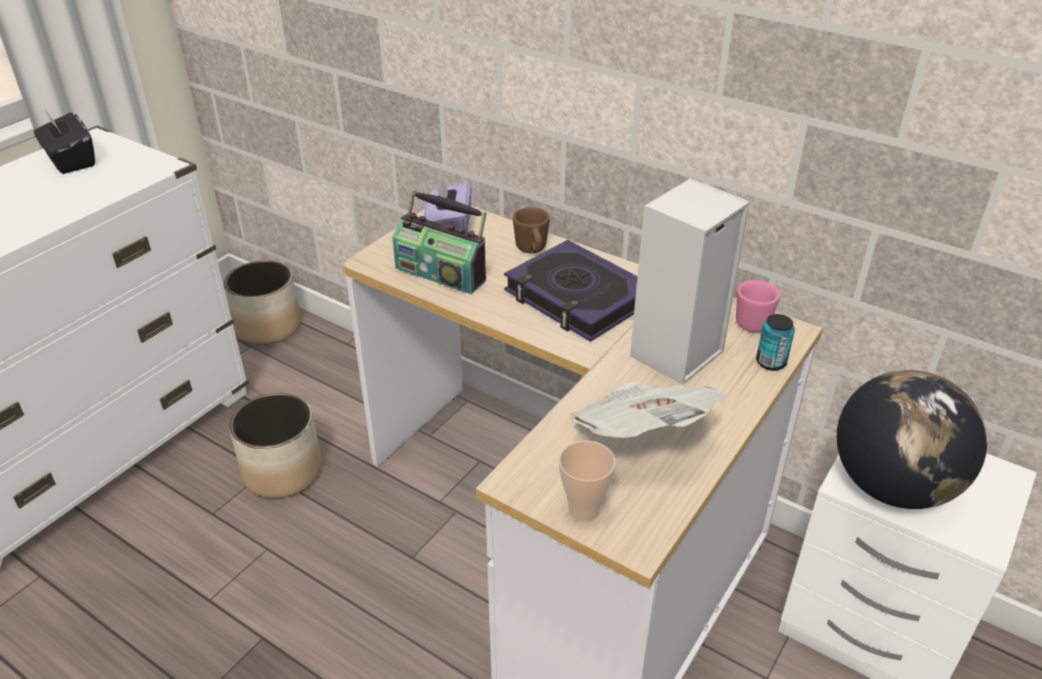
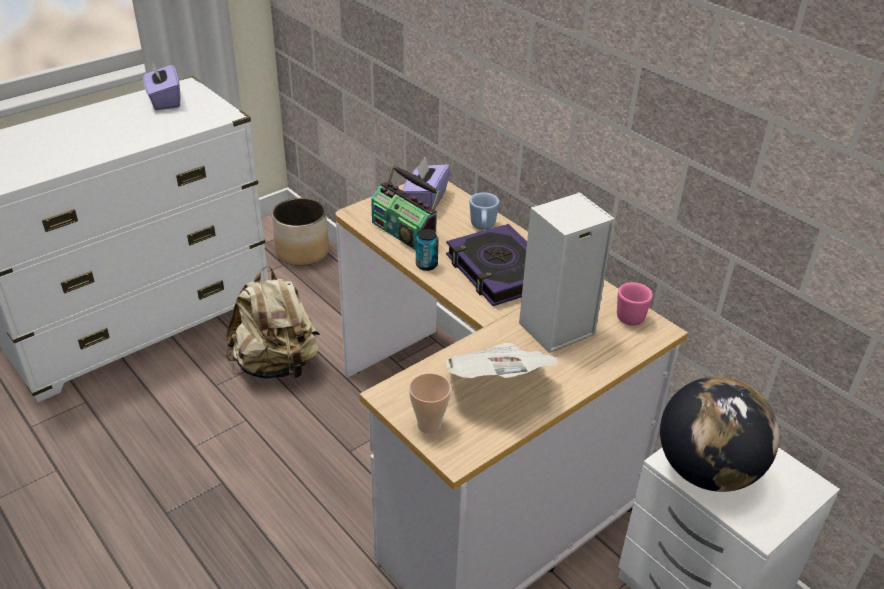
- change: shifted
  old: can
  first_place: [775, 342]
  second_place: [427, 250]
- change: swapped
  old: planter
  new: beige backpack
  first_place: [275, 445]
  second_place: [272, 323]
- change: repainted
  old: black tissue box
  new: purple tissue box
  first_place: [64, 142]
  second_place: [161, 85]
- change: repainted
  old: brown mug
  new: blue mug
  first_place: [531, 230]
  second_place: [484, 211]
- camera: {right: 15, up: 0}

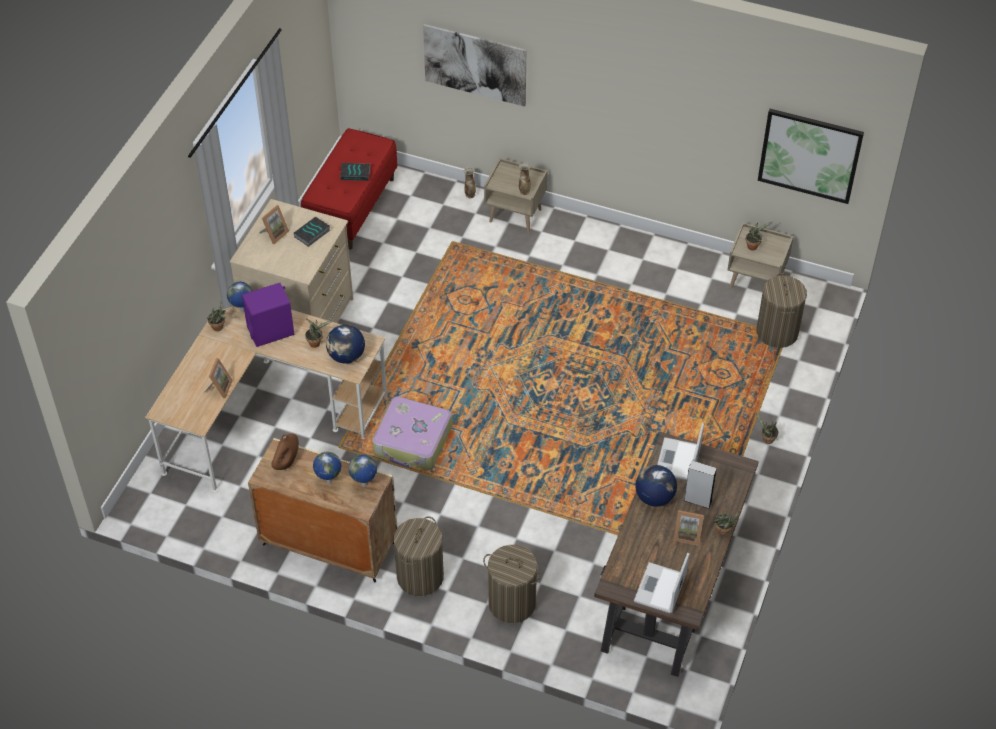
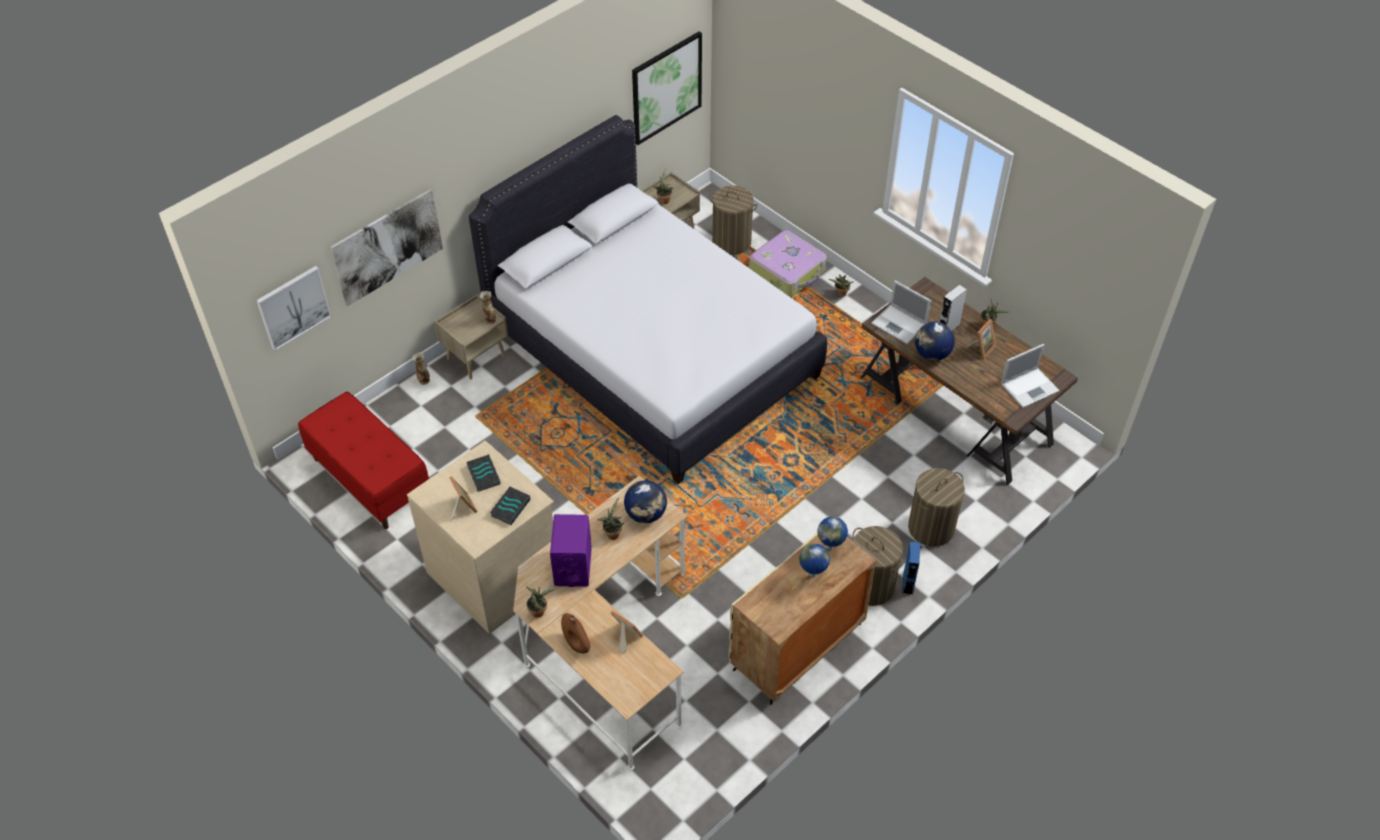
- change: gone
  old: globe
  first_place: [239, 297]
- change: new
  new: picture
  second_place: [294, 308]
- change: new
  new: white bed
  second_place: [647, 299]
- change: new
  new: blue speaker
  second_place: [911, 568]
- change: shifted
  old: brown vase
  first_place: [285, 452]
  second_place: [575, 633]
- change: shifted
  old: book
  first_place: [355, 172]
  second_place: [510, 505]
- change: shifted
  old: suitcase
  first_place: [412, 433]
  second_place: [788, 263]
- change: rotated
  old: laptop
  first_place: [662, 583]
  second_place: [1030, 376]
  degrees: -75
- camera: {right: -65, up: 0}

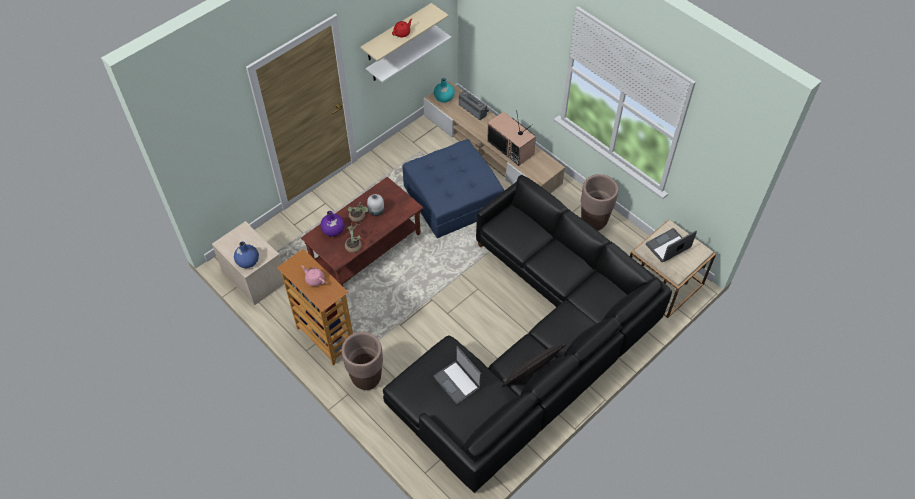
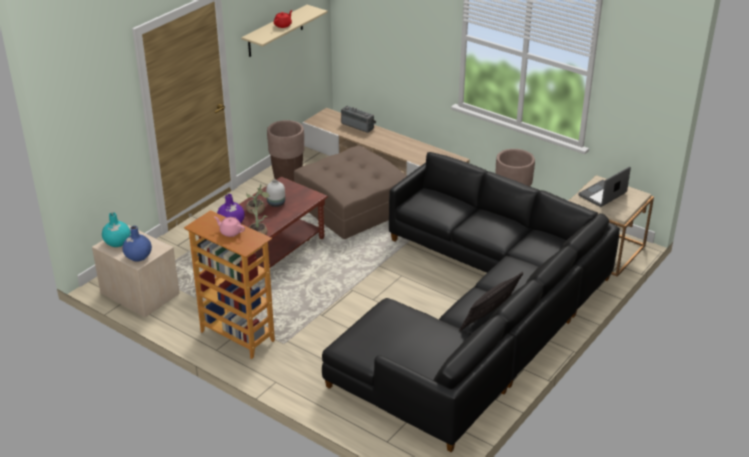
- change: gone
  old: white shelf
  first_place: [408, 54]
- change: gone
  old: laptop
  first_place: [457, 375]
- change: gone
  old: television
  first_place: [511, 138]
- change: shifted
  old: brown planter
  first_place: [362, 361]
  second_place: [285, 151]
- change: shifted
  old: turquoise vase
  first_place: [444, 90]
  second_place: [116, 229]
- change: repainted
  old: blue ottoman
  new: brown ottoman
  first_place: [453, 188]
  second_place: [350, 192]
- camera: {right: -10, up: -20}

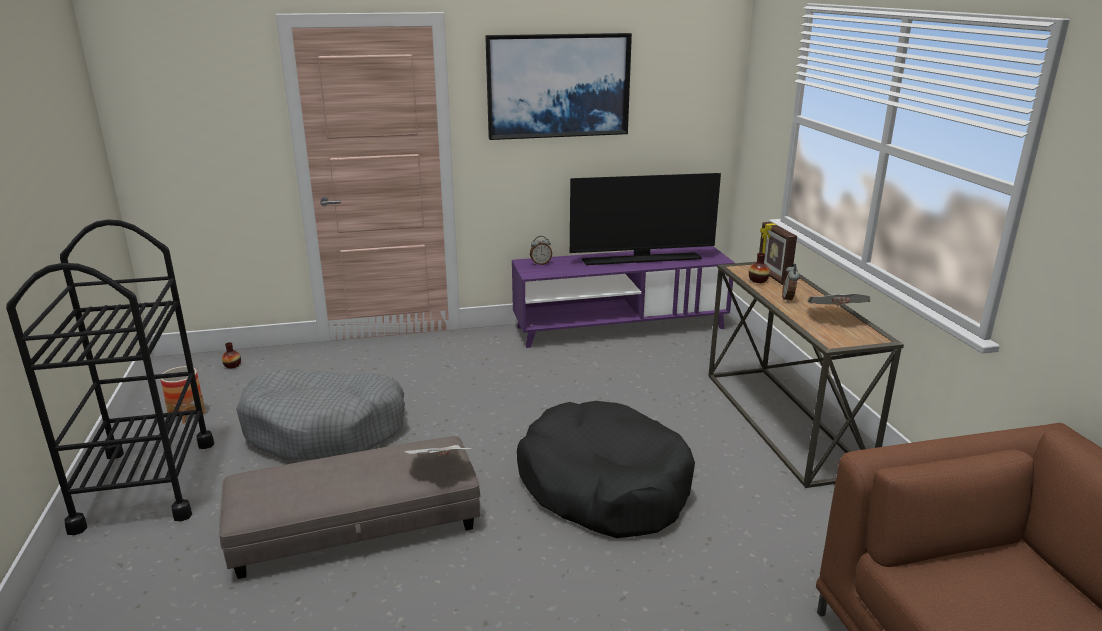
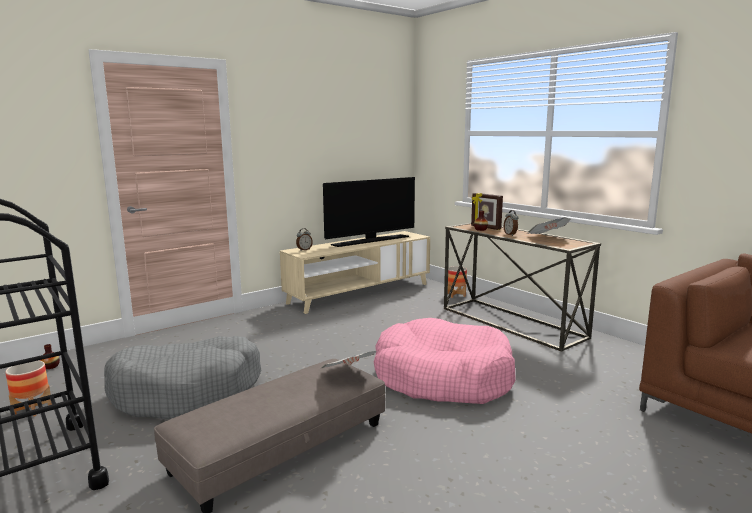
- change: gone
  old: picture
  first_place: [558, 86]
- change: new
  new: planter
  second_place: [457, 282]
- change: repainted
  old: purple tv stand
  new: beige tv stand
  first_place: [623, 297]
  second_place: [355, 272]
- change: repainted
  old: black dog bed
  new: pink dog bed
  first_place: [606, 469]
  second_place: [445, 361]
- camera: {right: -25, up: -10}

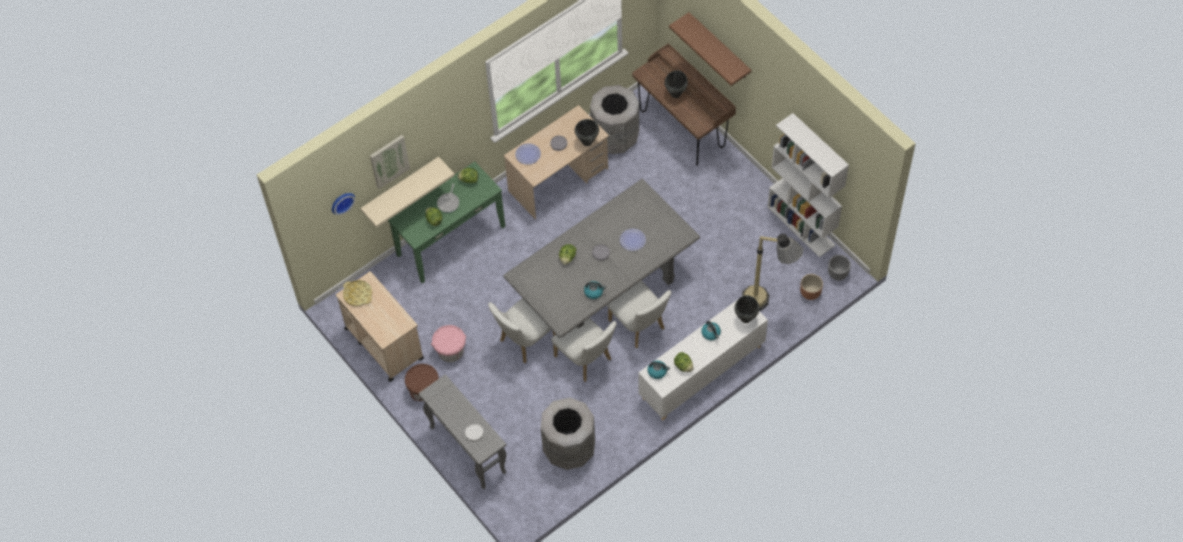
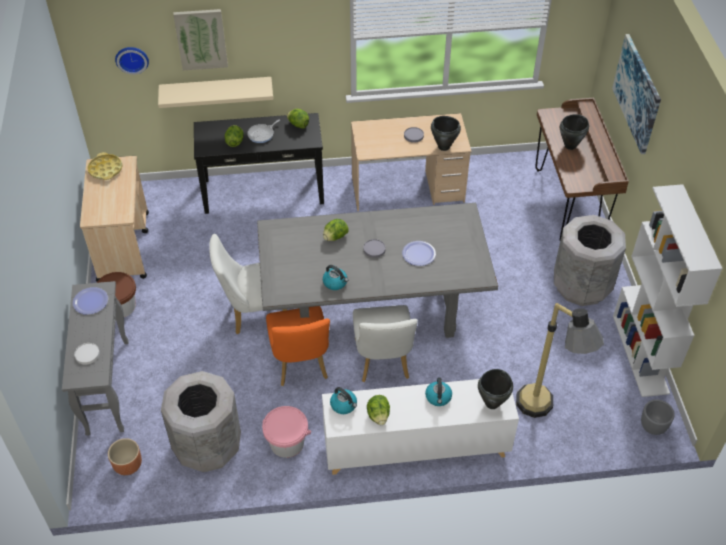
- change: shifted
  old: pink bucket
  first_place: [448, 343]
  second_place: [286, 432]
- change: shifted
  old: plate
  first_place: [528, 154]
  second_place: [90, 301]
- change: shifted
  old: grey trash can
  first_place: [614, 119]
  second_place: [590, 260]
- change: shifted
  old: brown planter
  first_place: [811, 287]
  second_place: [125, 456]
- change: swapped
  old: brown shelf
  new: picture
  first_place: [710, 49]
  second_place: [636, 94]
- change: repainted
  old: green console table
  new: black console table
  first_place: [446, 222]
  second_place: [259, 163]
- change: repainted
  old: white chair
  new: orange chair
  first_place: [583, 350]
  second_place: [298, 346]
- camera: {right: 30, up: -10}

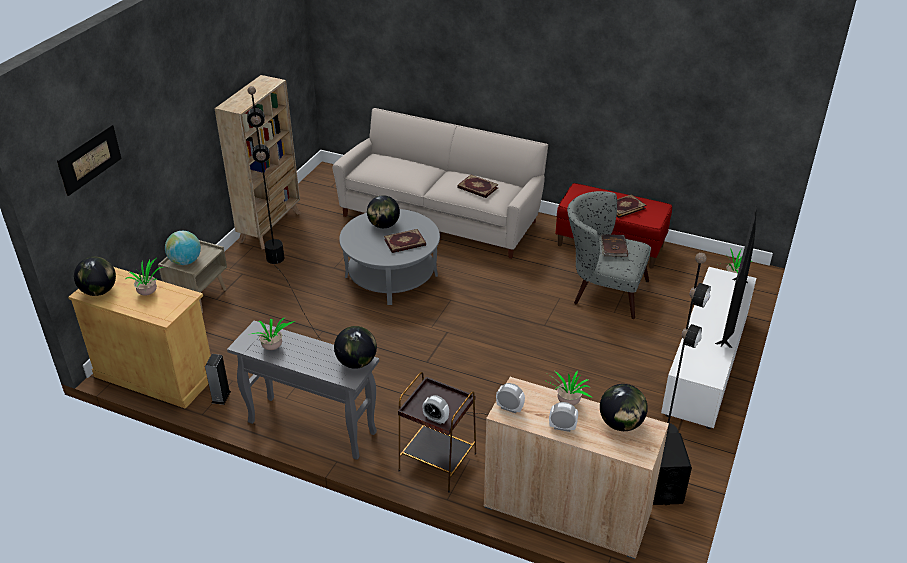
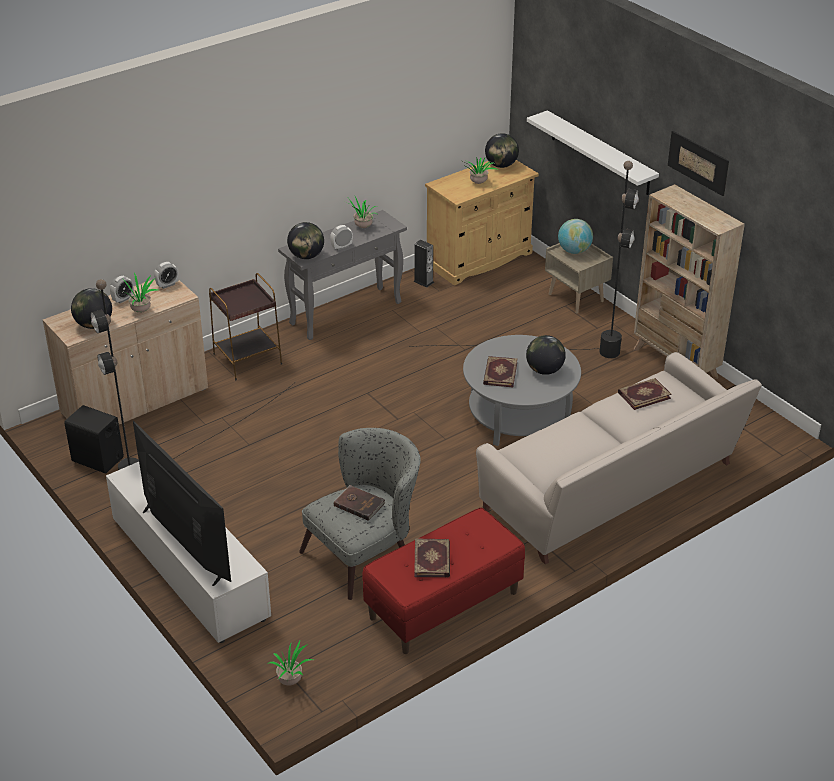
- change: new
  new: white shelf
  second_place: [593, 152]
- change: shifted
  old: picture
  first_place: [89, 160]
  second_place: [698, 163]
- change: shifted
  old: alarm clock
  first_place: [435, 409]
  second_place: [341, 237]
- change: shifted
  old: book
  first_place: [478, 186]
  second_place: [645, 394]
- camera: {right: 120, up: 0}

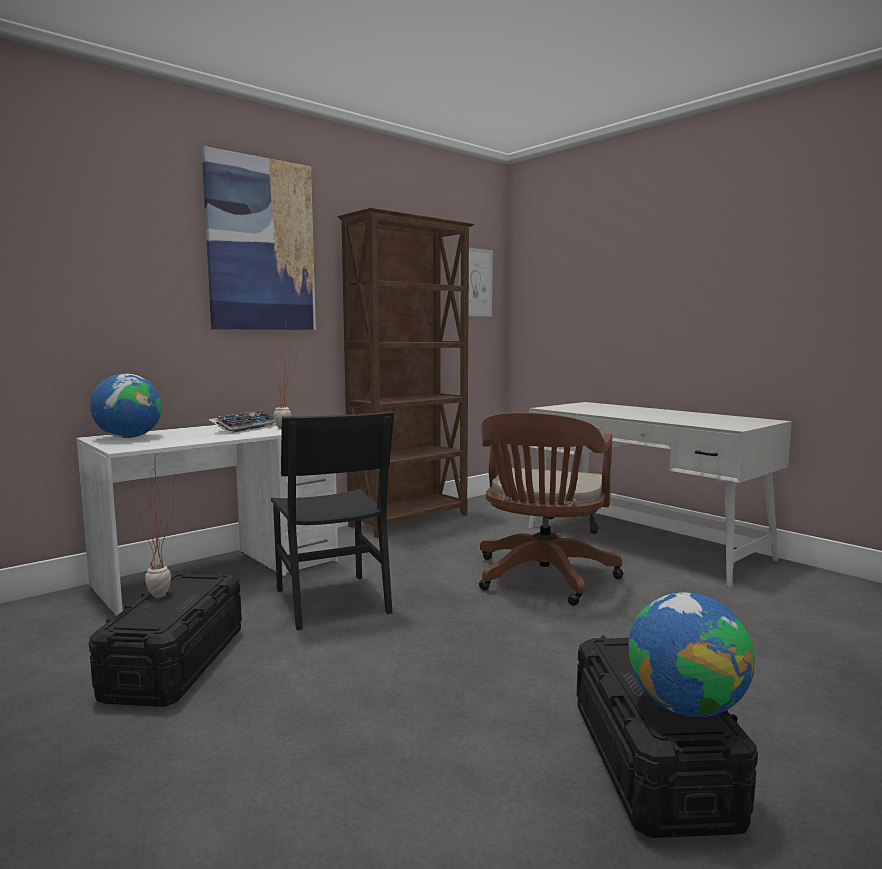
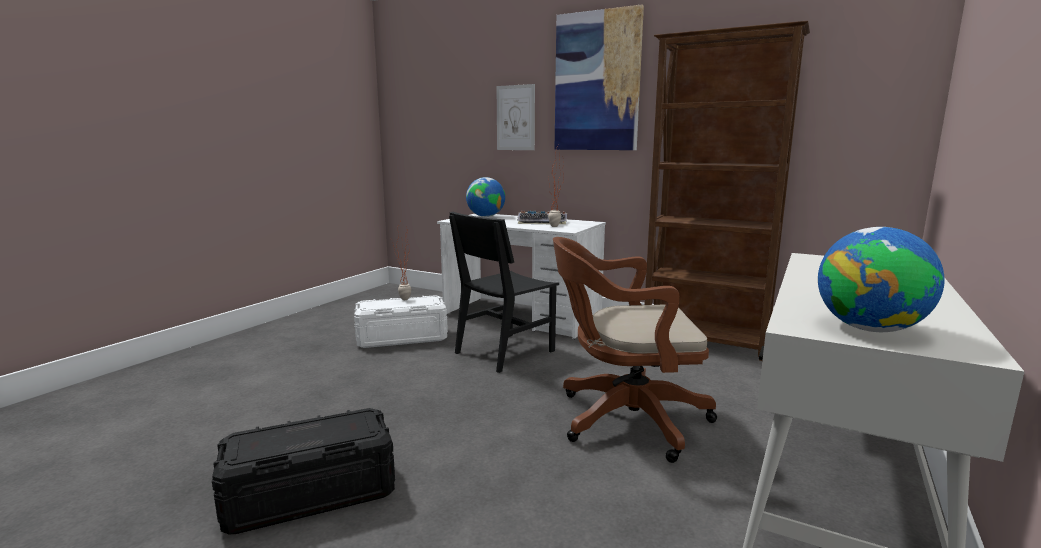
- change: shifted
  old: picture
  first_place: [476, 282]
  second_place: [515, 117]
- change: shifted
  old: globe
  first_place: [691, 654]
  second_place: [881, 279]
- change: repainted
  old: black storage box
  new: white storage box
  first_place: [165, 639]
  second_place: [401, 321]
- camera: {right: 70, up: 5}

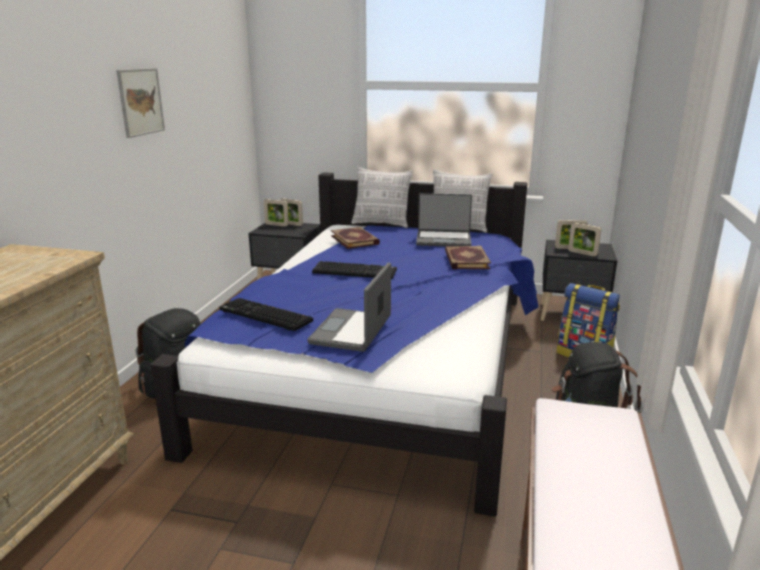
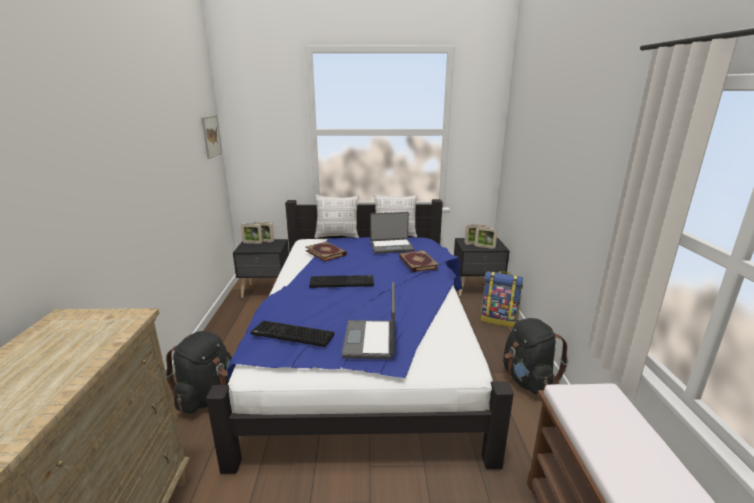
- change: shifted
  old: picture
  first_place: [140, 103]
  second_place: [211, 137]
- camera: {right: -15, up: 0}

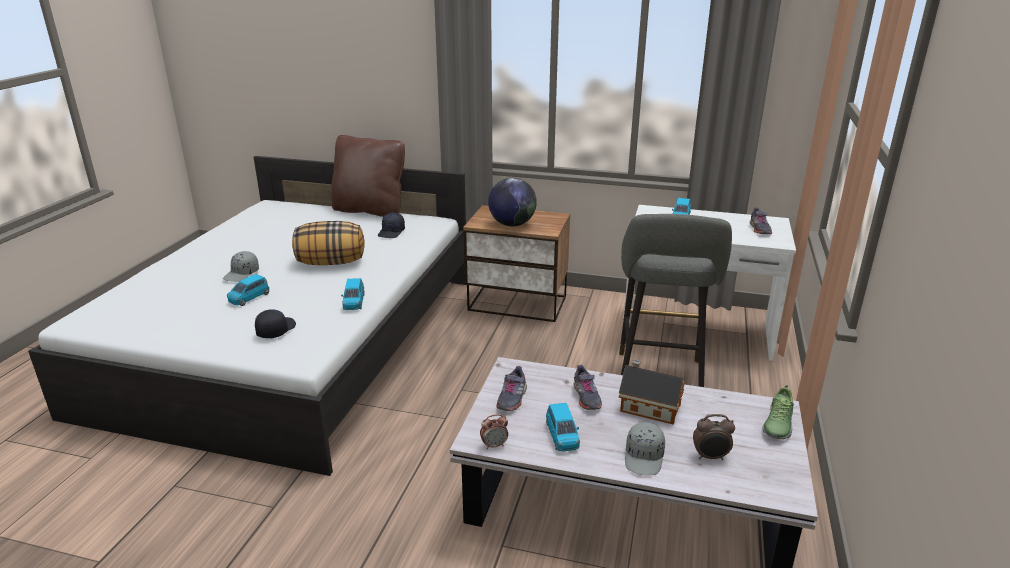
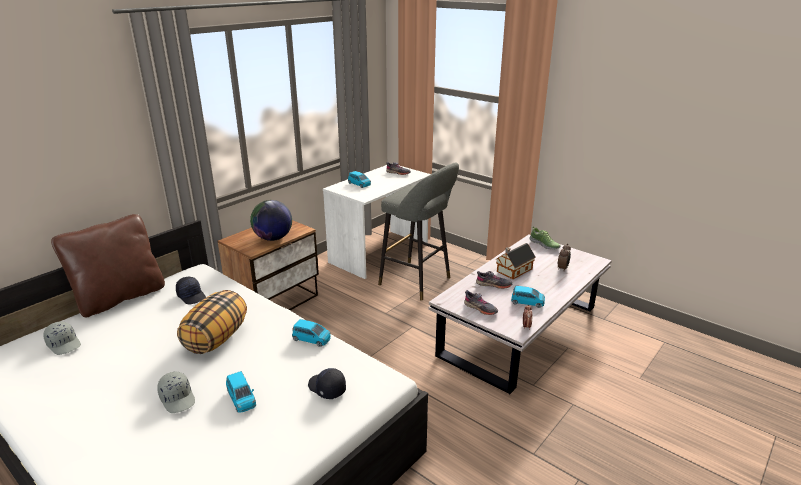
- change: shifted
  old: grey cap
  first_place: [645, 449]
  second_place: [62, 338]
- camera: {right: -65, up: 0}

